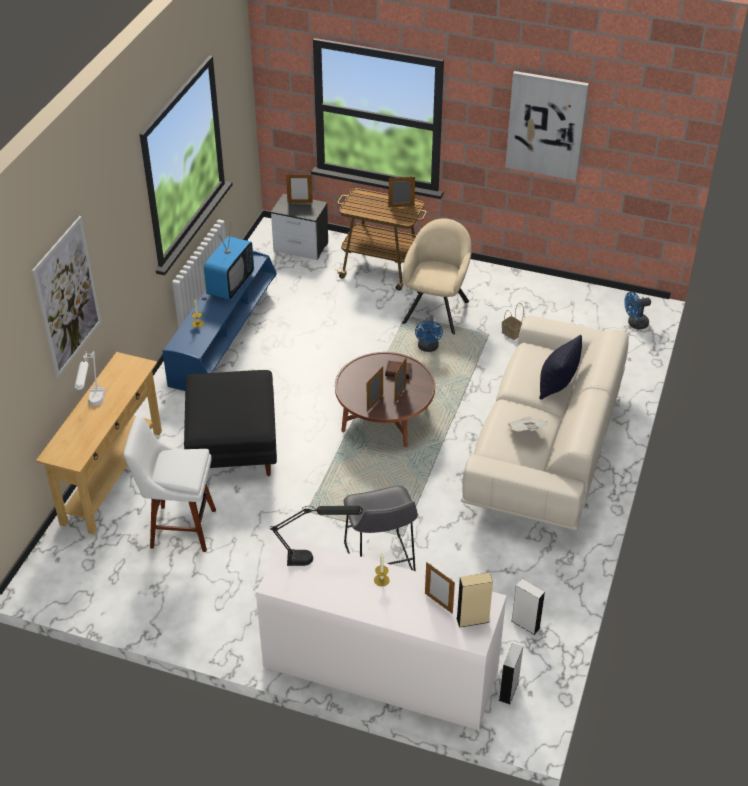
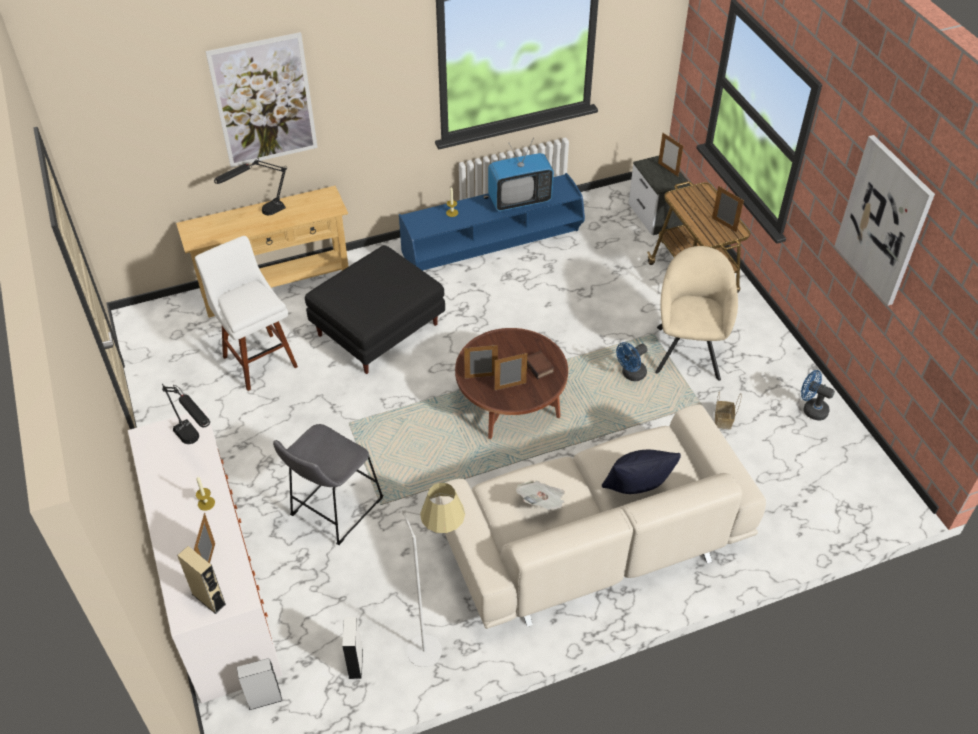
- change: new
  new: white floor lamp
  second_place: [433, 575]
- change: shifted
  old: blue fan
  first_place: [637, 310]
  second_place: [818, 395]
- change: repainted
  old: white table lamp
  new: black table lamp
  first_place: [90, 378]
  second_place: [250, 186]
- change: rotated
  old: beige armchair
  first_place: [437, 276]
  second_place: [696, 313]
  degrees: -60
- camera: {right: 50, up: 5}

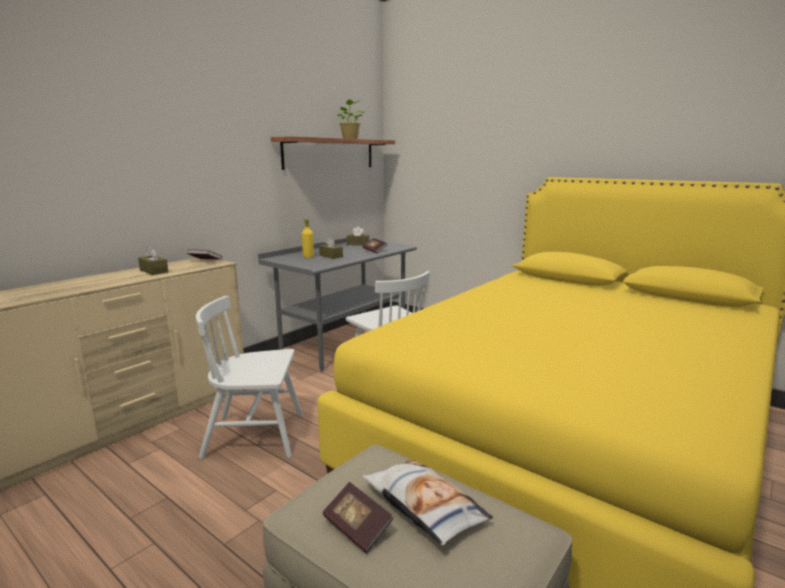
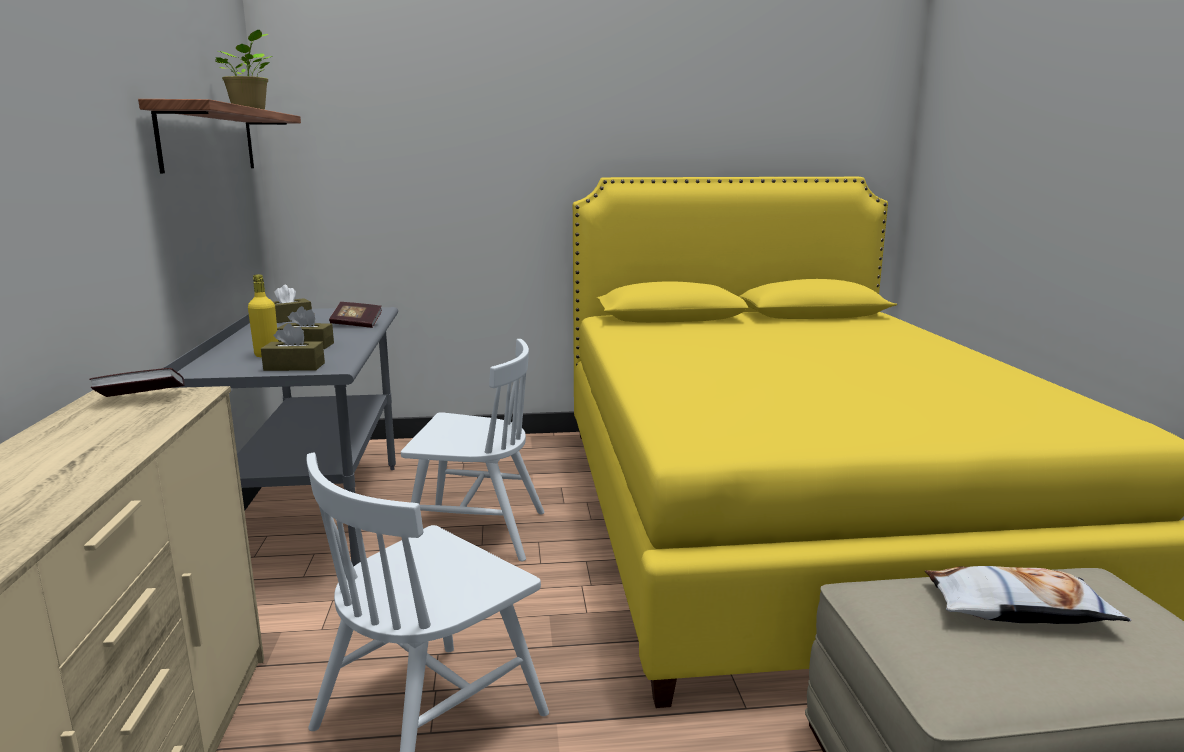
- change: gone
  old: book
  first_place: [358, 518]
- change: shifted
  old: brown tissue box
  first_place: [153, 260]
  second_place: [293, 347]
- camera: {right: -45, up: 0}

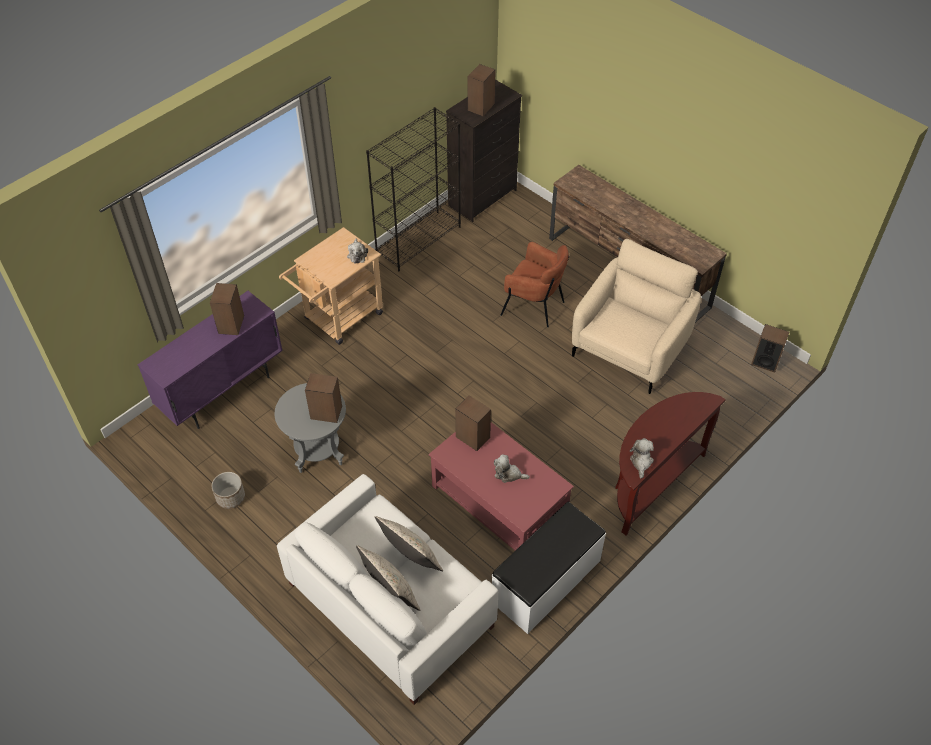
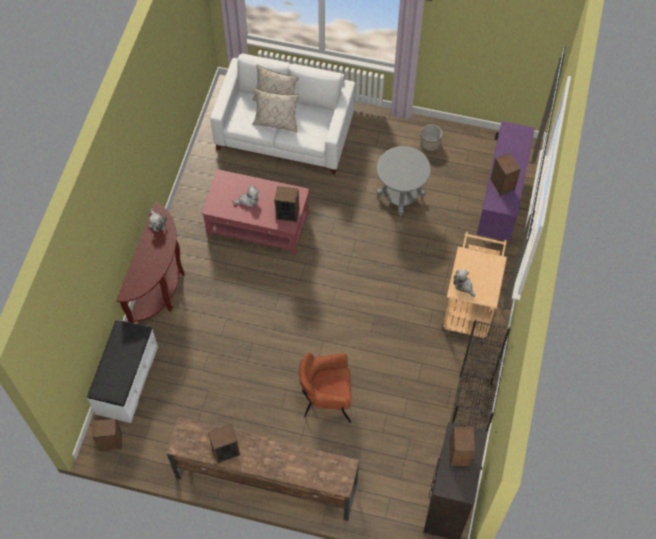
- change: gone
  old: beige armchair
  first_place: [636, 316]
- change: shifted
  old: speaker
  first_place: [323, 398]
  second_place: [224, 443]
- change: shifted
  old: white bench
  first_place: [549, 568]
  second_place: [122, 371]
- camera: {right: 150, up: 10}

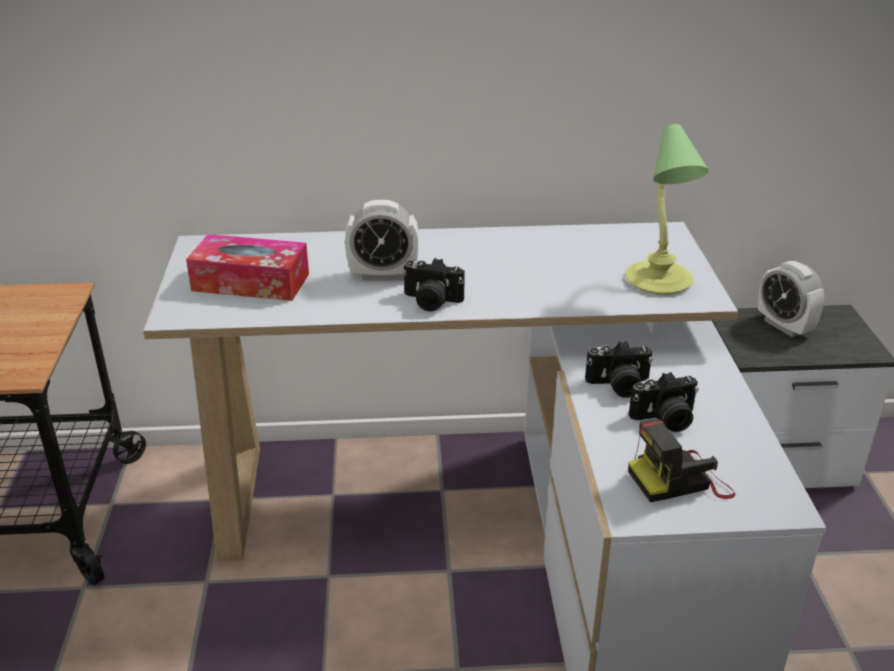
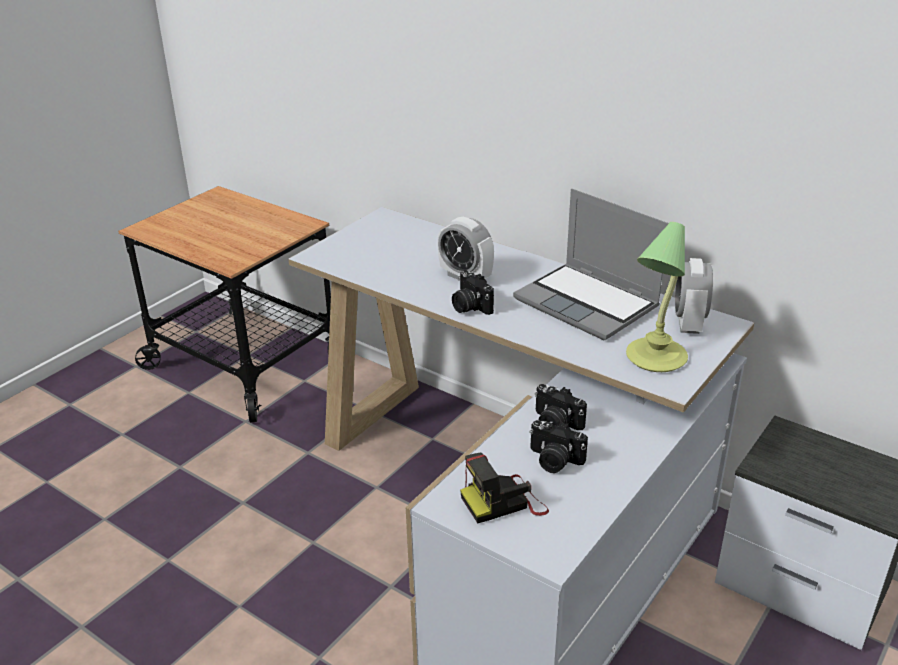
- change: gone
  old: tissue box
  first_place: [247, 267]
- change: new
  new: laptop
  second_place: [591, 264]
- change: shifted
  old: alarm clock
  first_place: [791, 299]
  second_place: [694, 296]
- change: rotated
  old: photo camera
  first_place: [681, 460]
  second_place: [504, 488]
  degrees: -45
- camera: {right: 40, up: 0}

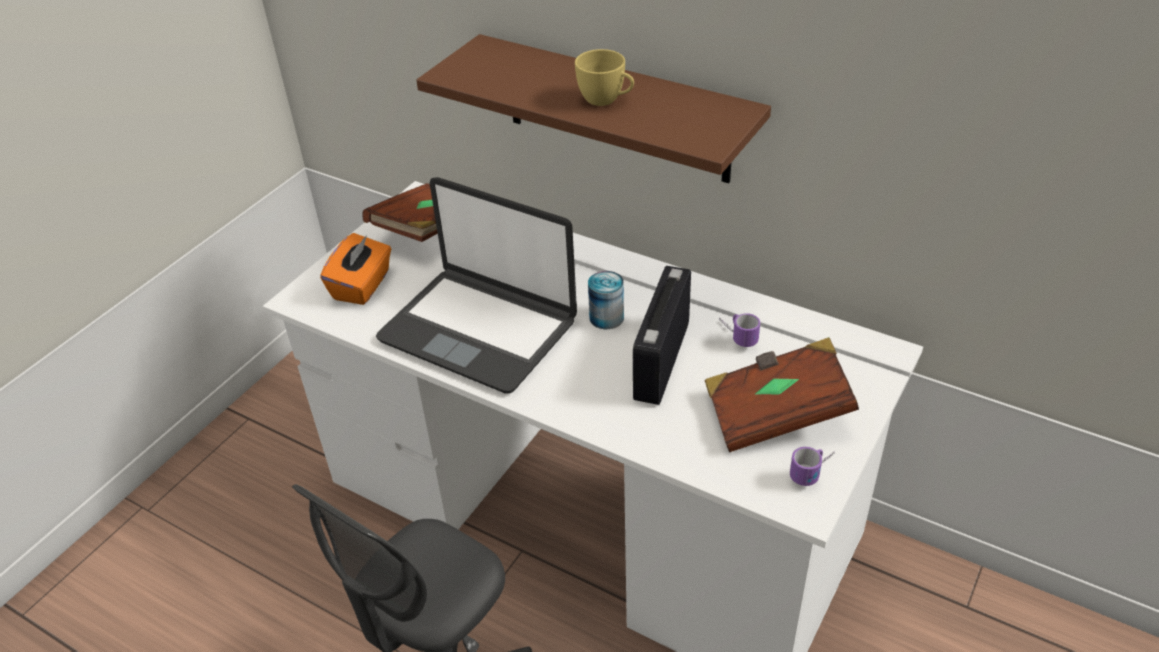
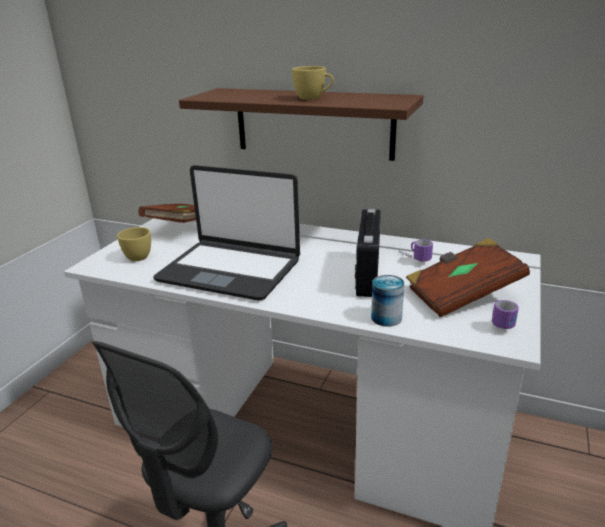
- change: shifted
  old: can
  first_place: [606, 300]
  second_place: [387, 301]
- change: swapped
  old: orange tissue box
  new: yellow cup
  first_place: [355, 269]
  second_place: [134, 244]
- camera: {right: -10, up: -15}

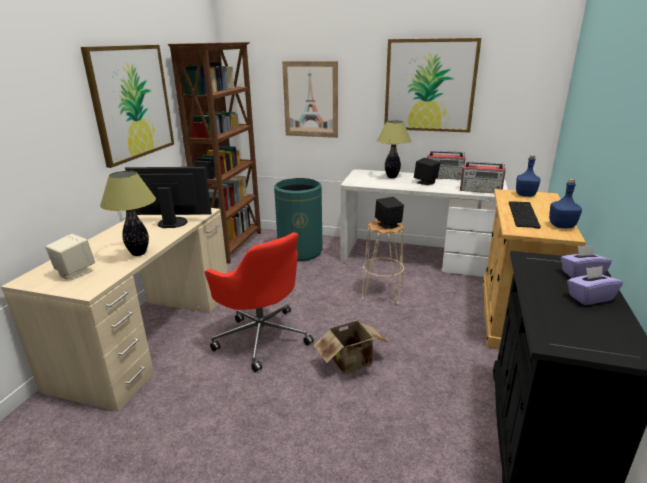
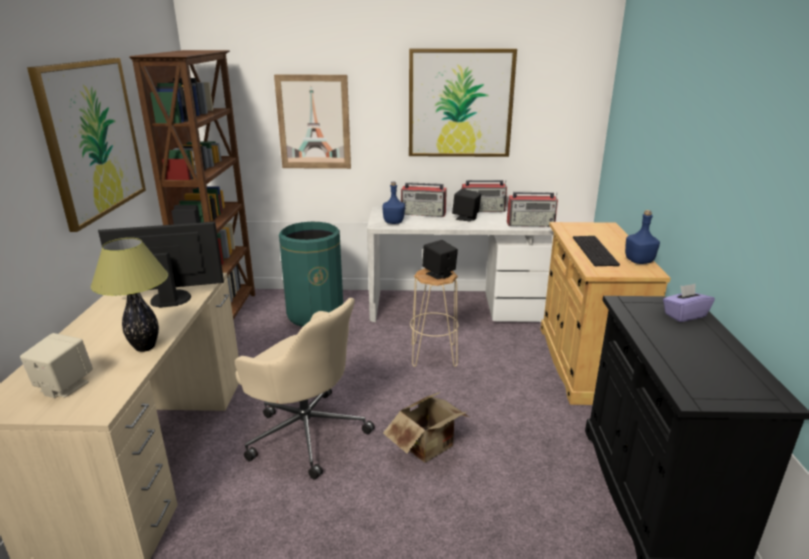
- change: gone
  old: purple tissue box
  first_place: [595, 285]
- change: shifted
  old: blue bottle
  first_place: [528, 176]
  second_place: [393, 203]
- change: swapped
  old: table lamp
  new: radio
  first_place: [394, 149]
  second_place: [424, 199]
- change: repainted
  old: red office chair
  new: beige office chair
  first_place: [259, 302]
  second_place: [305, 389]
- camera: {right: -15, up: 0}

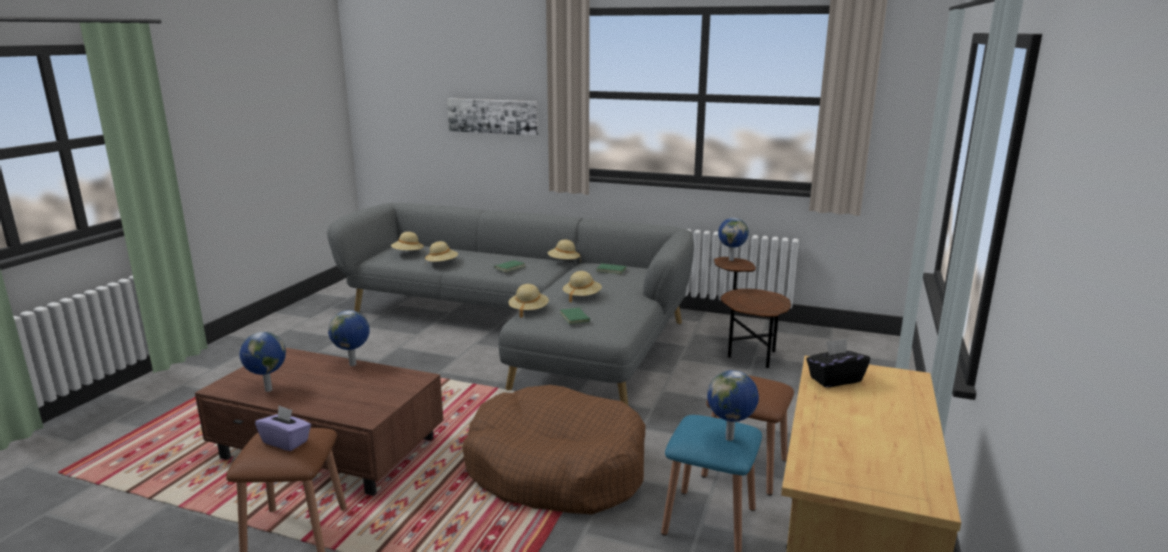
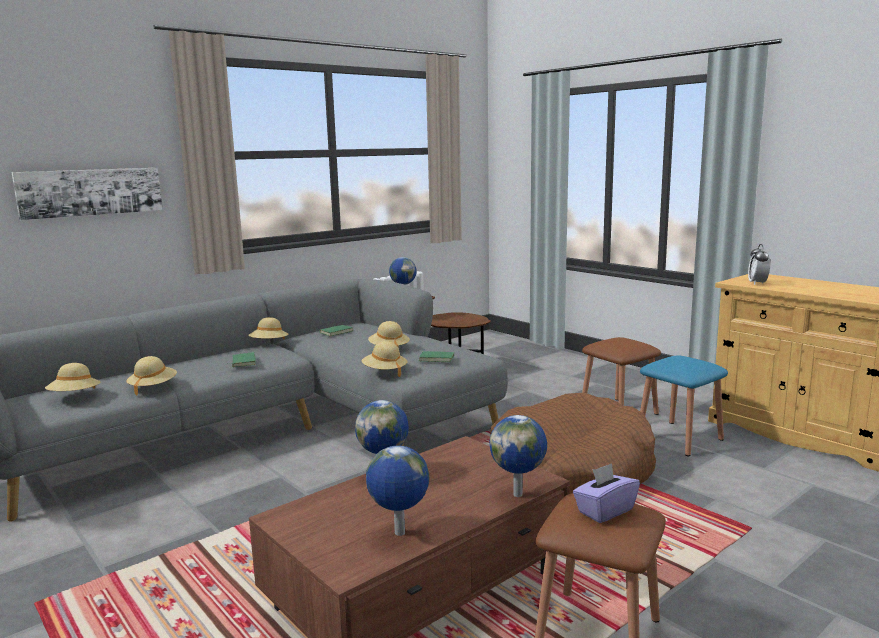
- change: shifted
  old: globe
  first_place: [733, 405]
  second_place: [518, 456]
- change: swapped
  old: black tissue box
  new: alarm clock
  first_place: [838, 363]
  second_place: [759, 264]
- camera: {right: -60, up: -5}

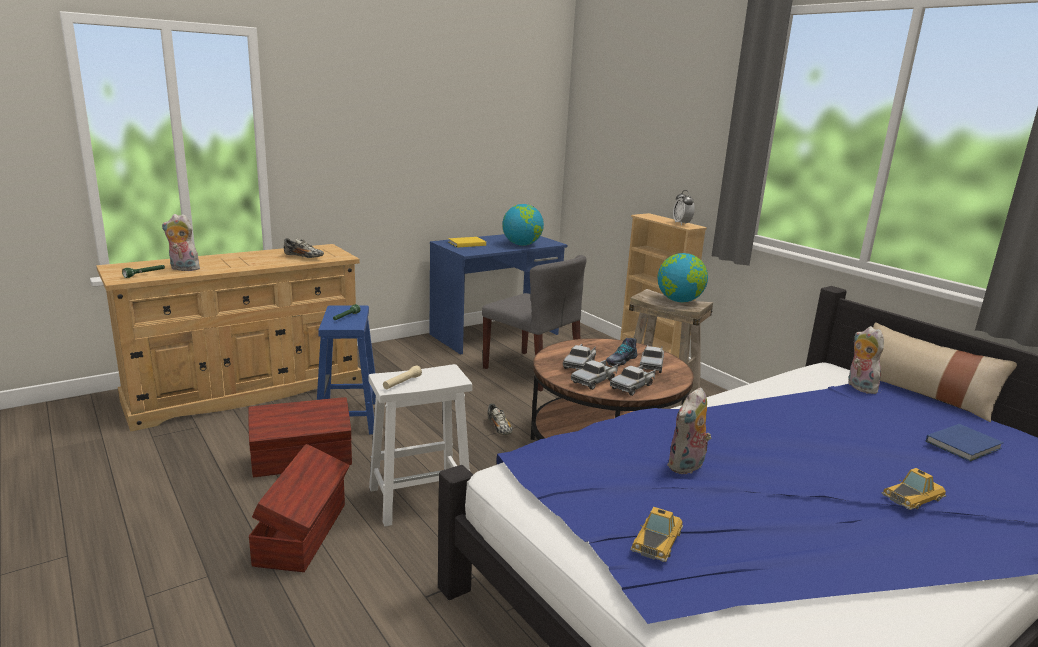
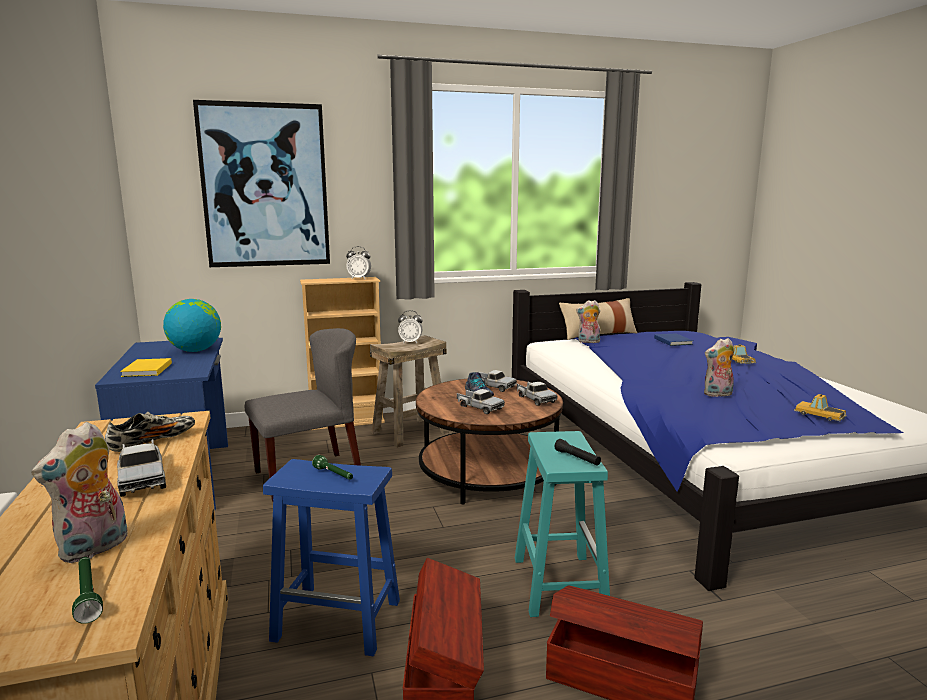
- change: gone
  old: shoe
  first_place: [500, 419]
- change: new
  new: picture
  second_place: [261, 183]
- change: shifted
  old: toy truck
  first_place: [594, 375]
  second_place: [141, 468]
- change: swapped
  old: globe
  new: alarm clock
  first_place: [682, 277]
  second_place: [410, 326]
- change: repainted
  old: white stool
  new: turquoise stool
  first_place: [420, 445]
  second_place: [562, 524]
- change: repainted
  old: beige flashlight
  new: black flashlight
  first_place: [402, 377]
  second_place: [577, 452]
- change: rotated
  old: plush toy
  first_place: [689, 430]
  second_place: [719, 367]
  degrees: 105
- camera: {right: -70, up: -5}

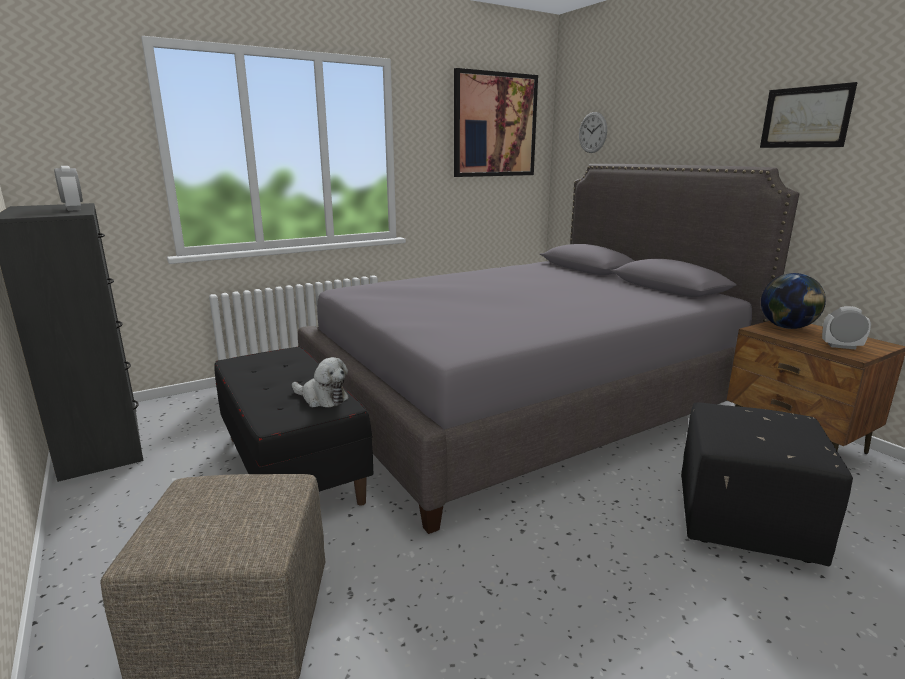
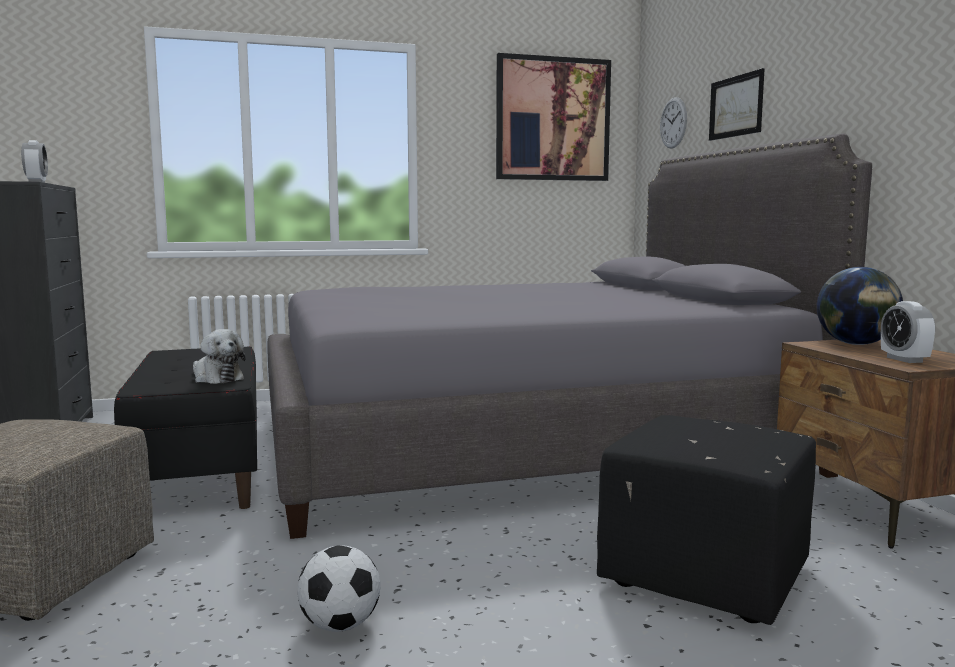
- change: new
  new: football
  second_place: [338, 588]
- change: shifted
  old: picture
  first_place: [809, 115]
  second_place: [737, 104]
- change: rotated
  old: alarm clock
  first_place: [846, 328]
  second_place: [908, 332]
  degrees: -135
- camera: {right: 15, up: -10}

